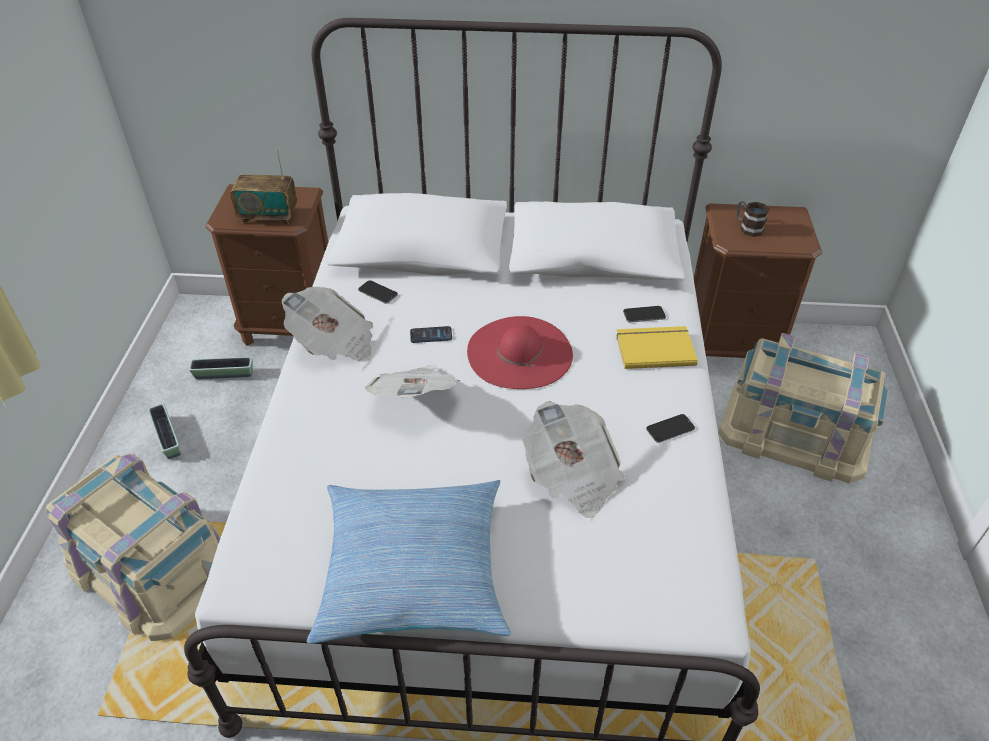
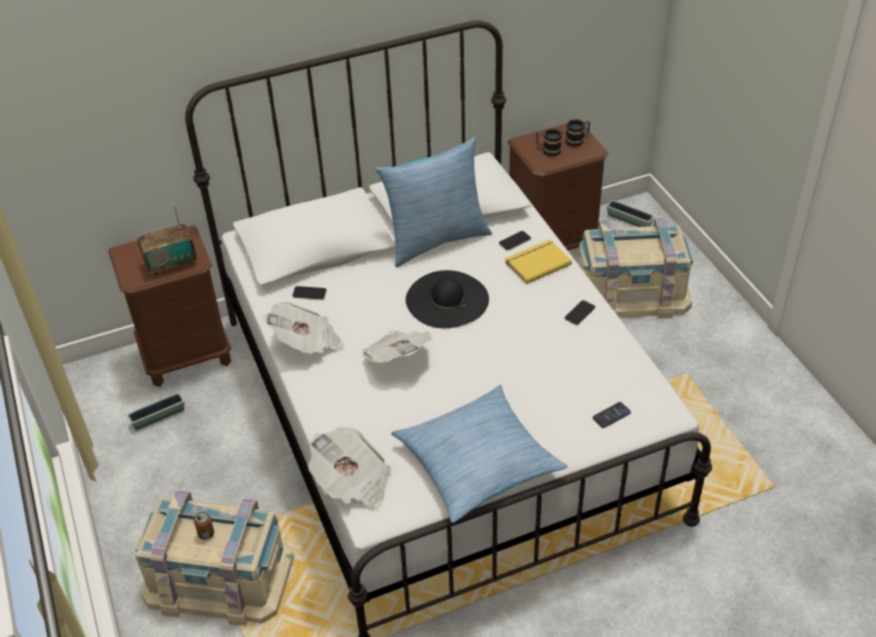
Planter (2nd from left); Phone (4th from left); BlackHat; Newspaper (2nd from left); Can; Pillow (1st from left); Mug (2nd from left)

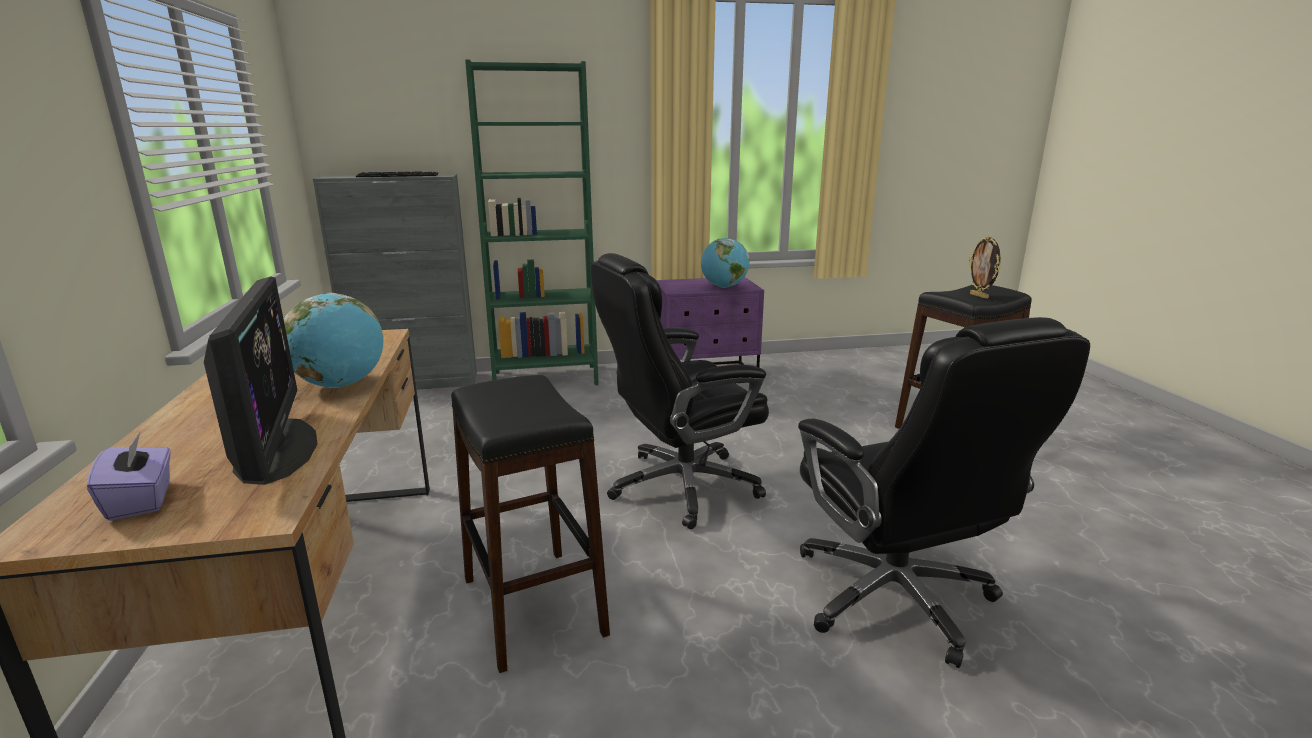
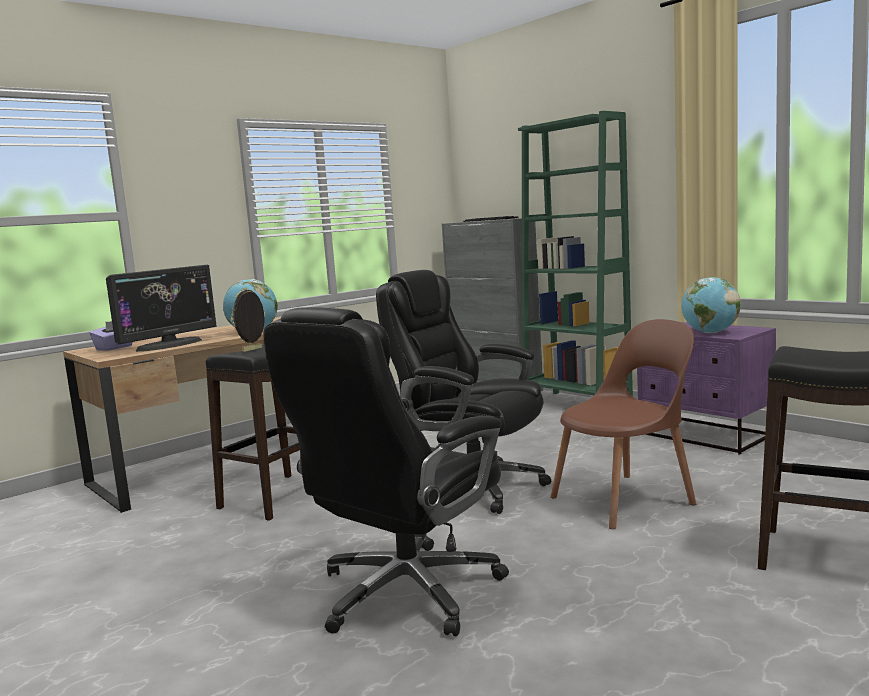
PictureFrame; BrownChair

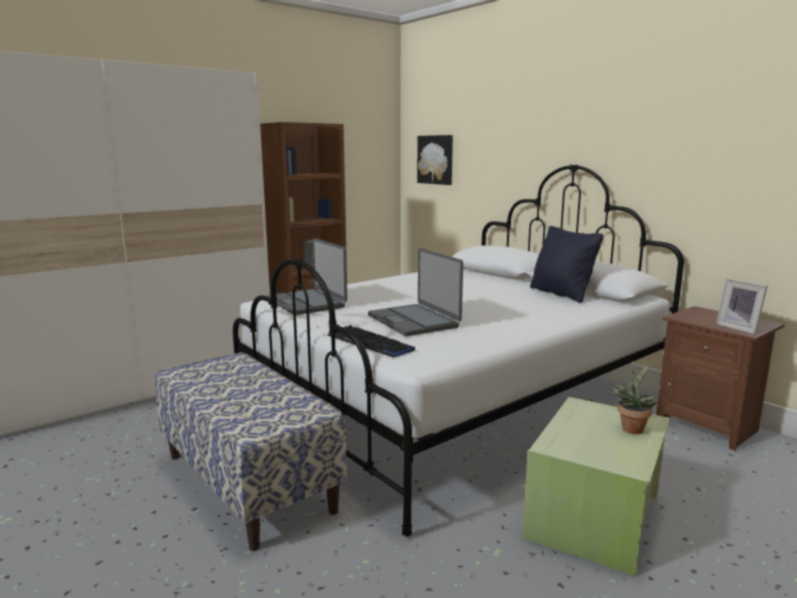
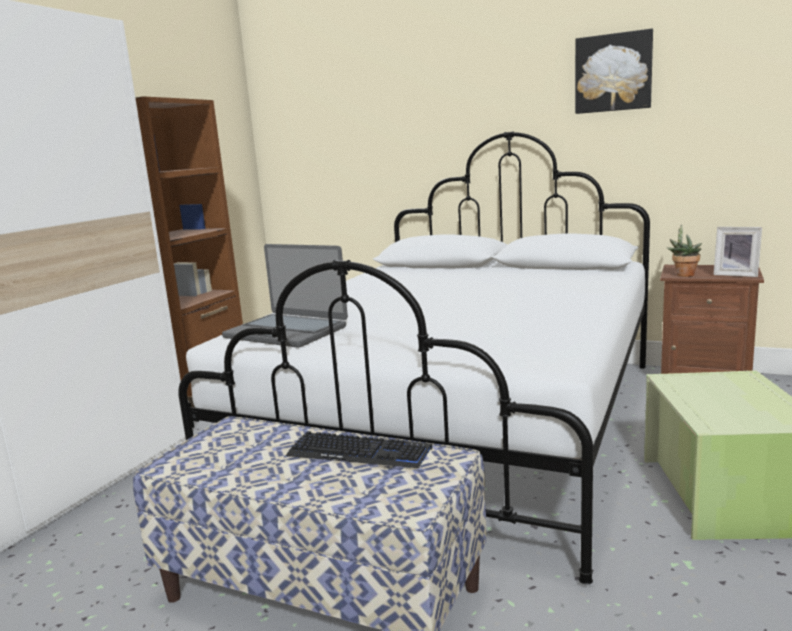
Keyboard; Laptop (2nd from left in the first image); Picture; BlackPillow; PottedPlant

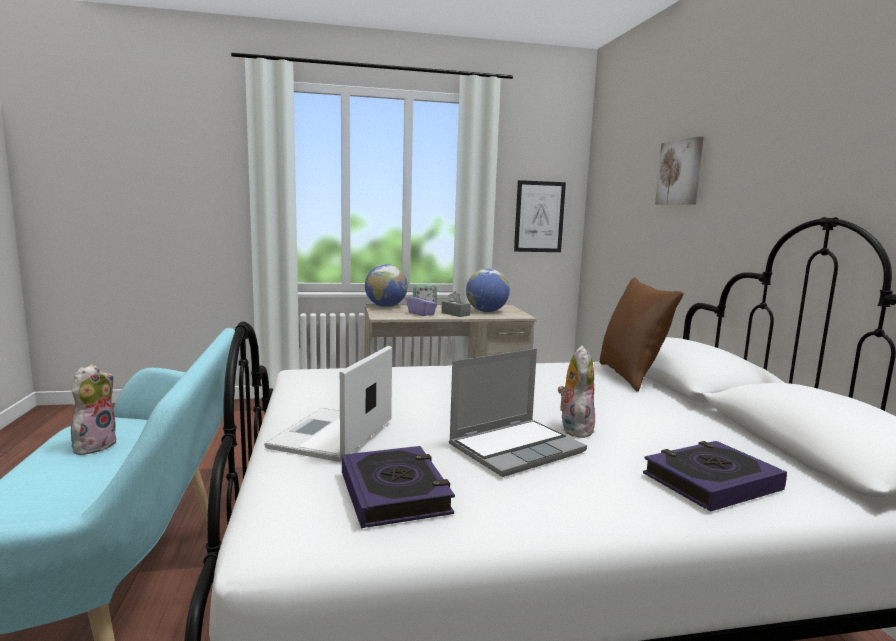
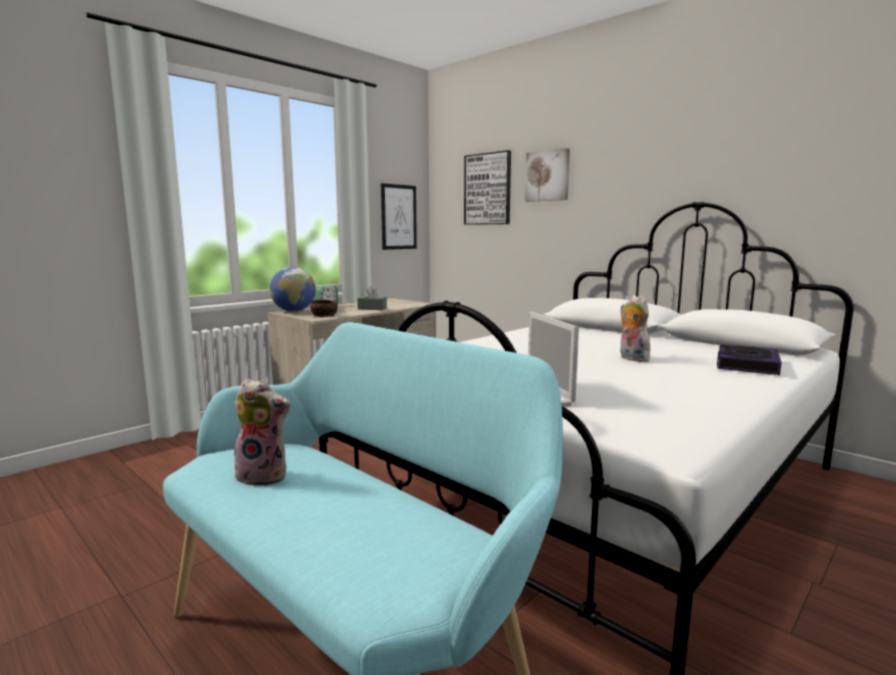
PlushToy (1st from left); Book (1st from left in the first image); PurpleTissueBox; Laptop (2nd from left in the first image); Globe (2nd from left in the first image); BrownPillow; BrownBowl; Picture (2nd from left)

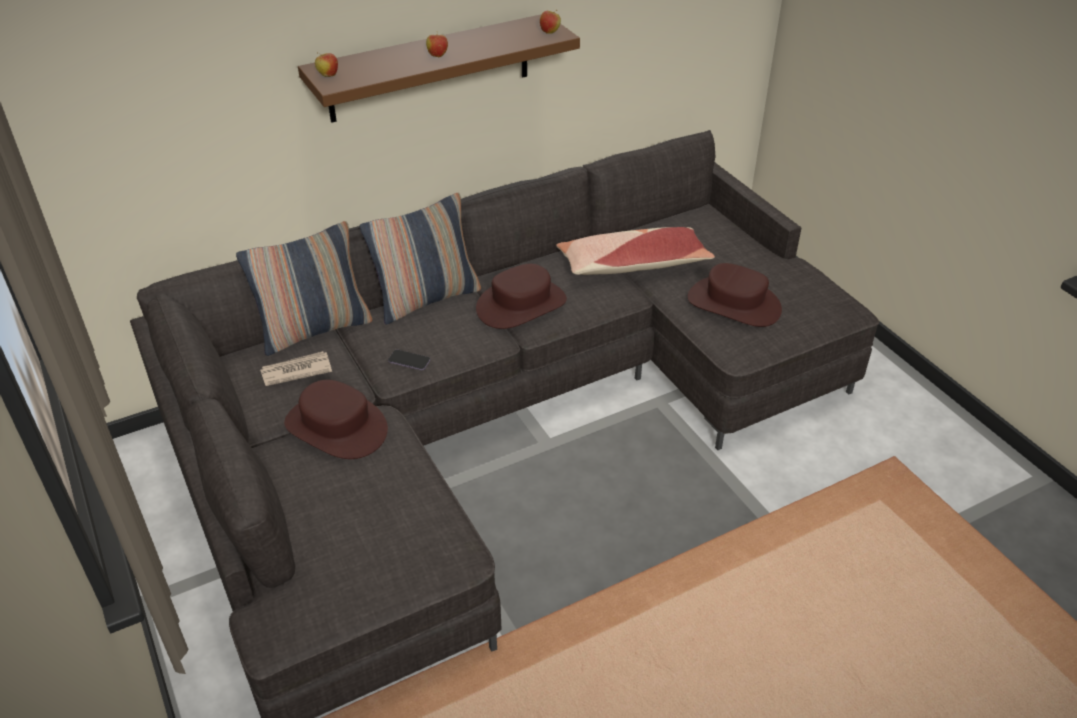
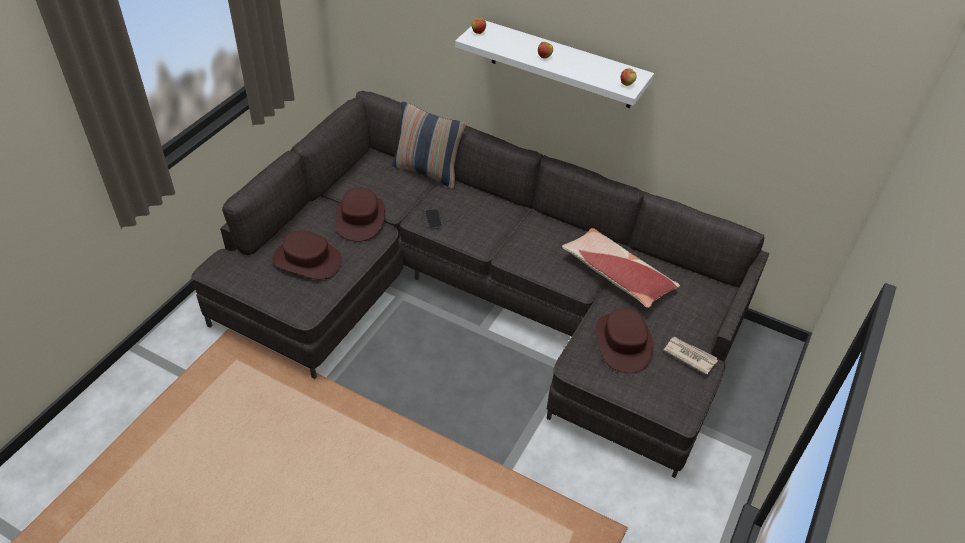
Newspaper; WhiteShelf; Pillow (2nd from left in the first image); BrownHat (1st from left)

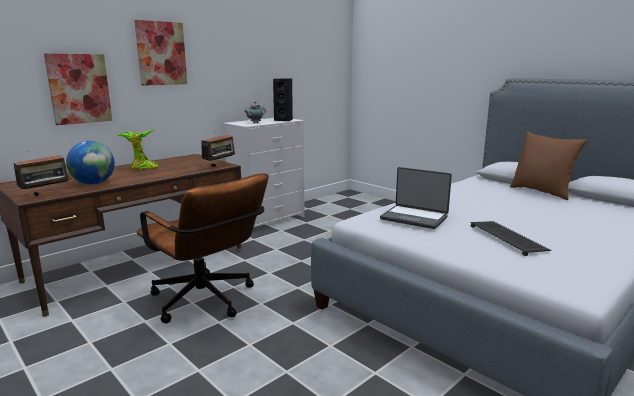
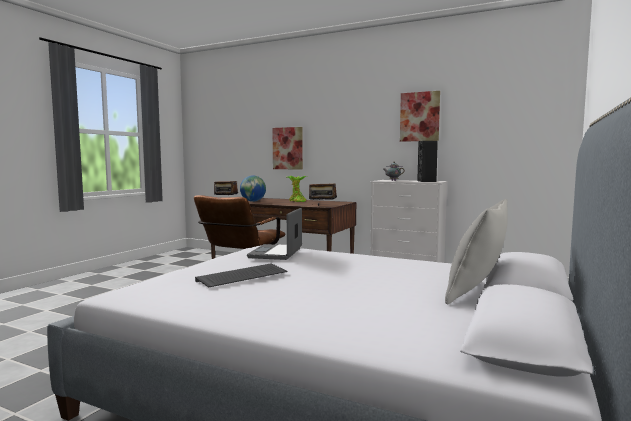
Picture (2nd from left); GreyPillow

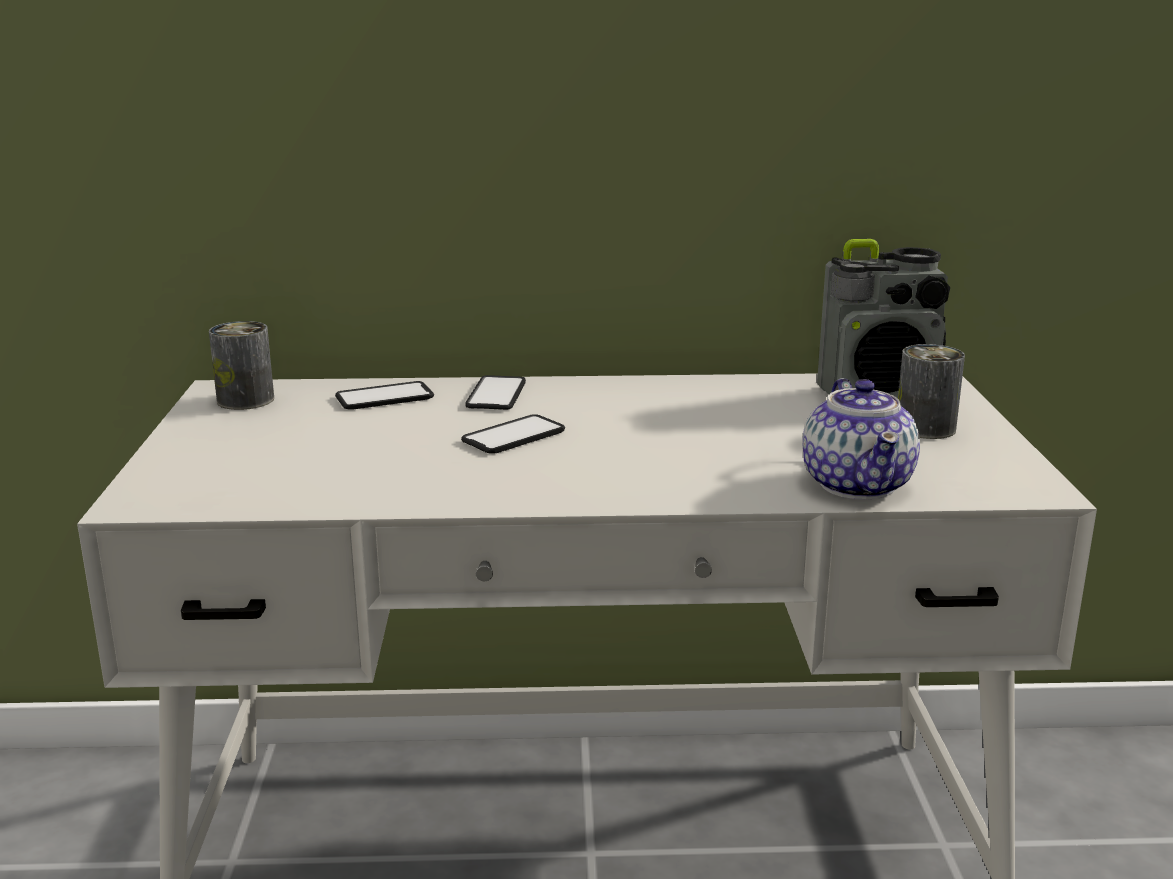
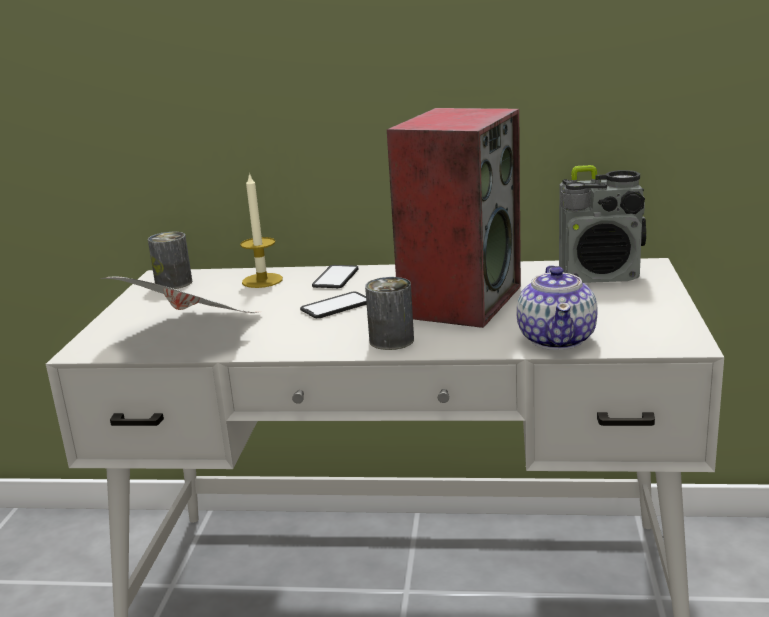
Candle; Can (2nd from left); Newspaper; Speaker

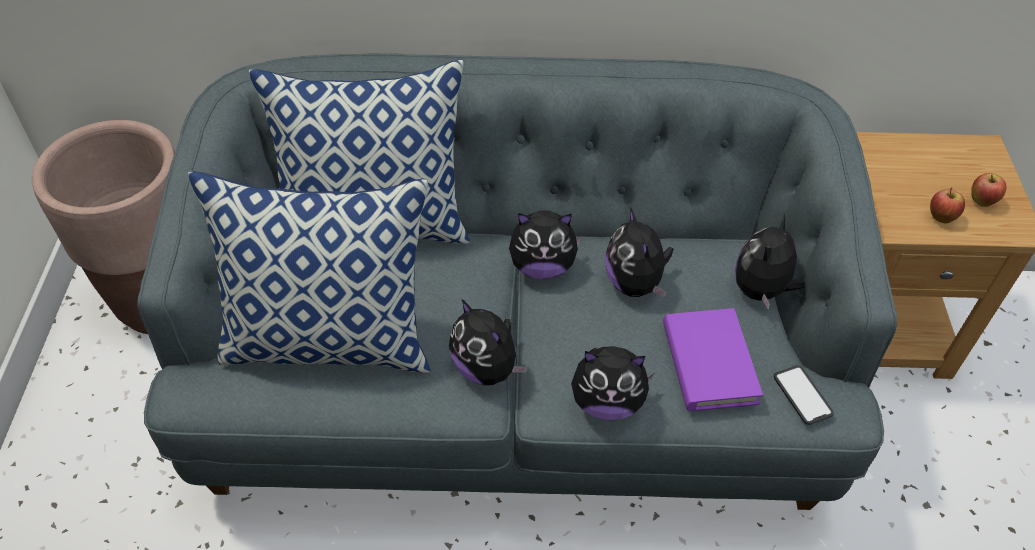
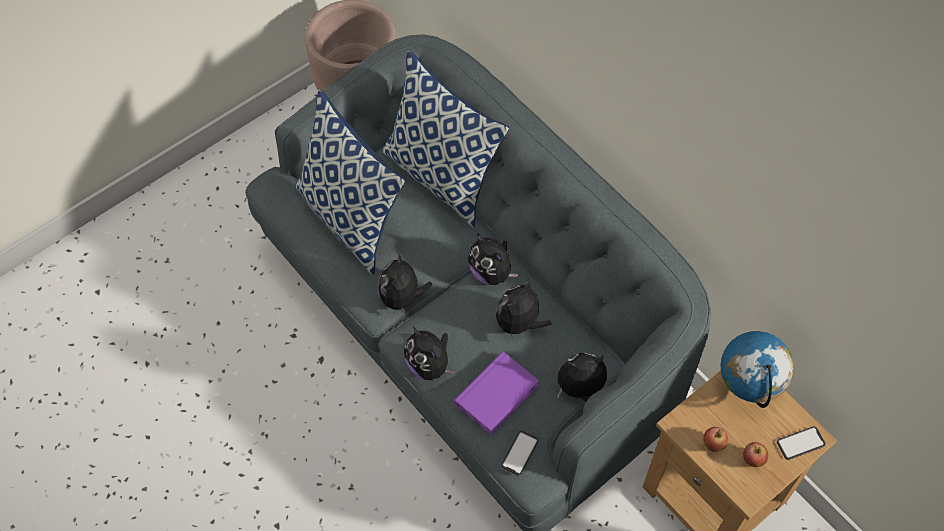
Globe; Phone (2nd from left)

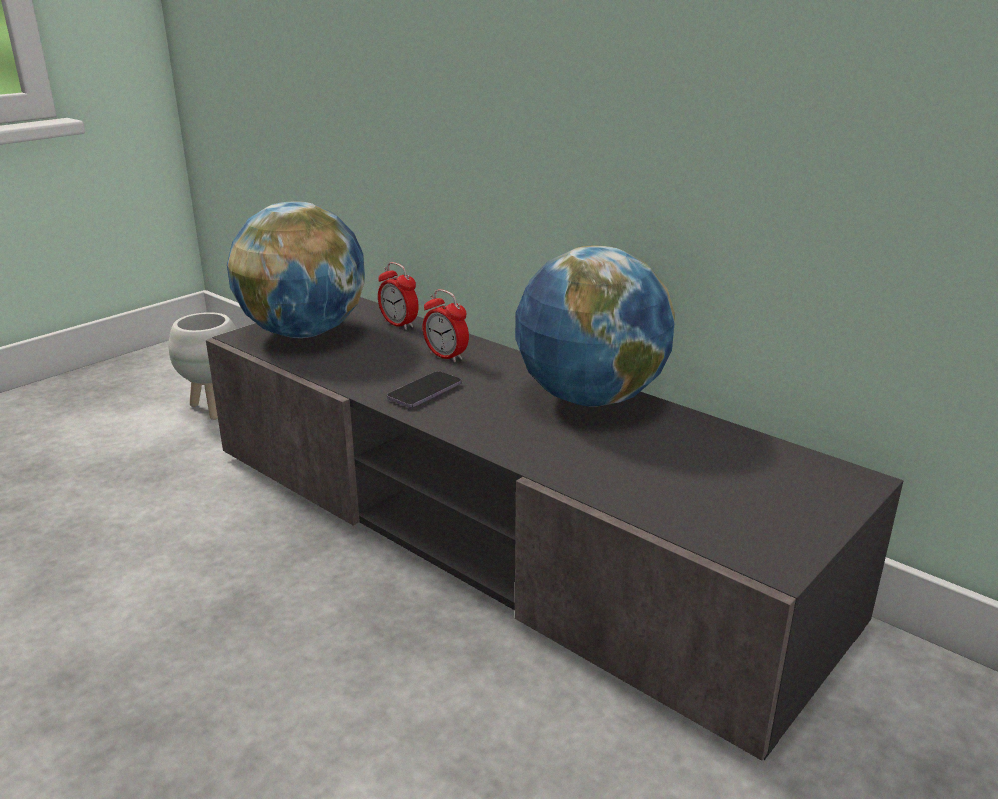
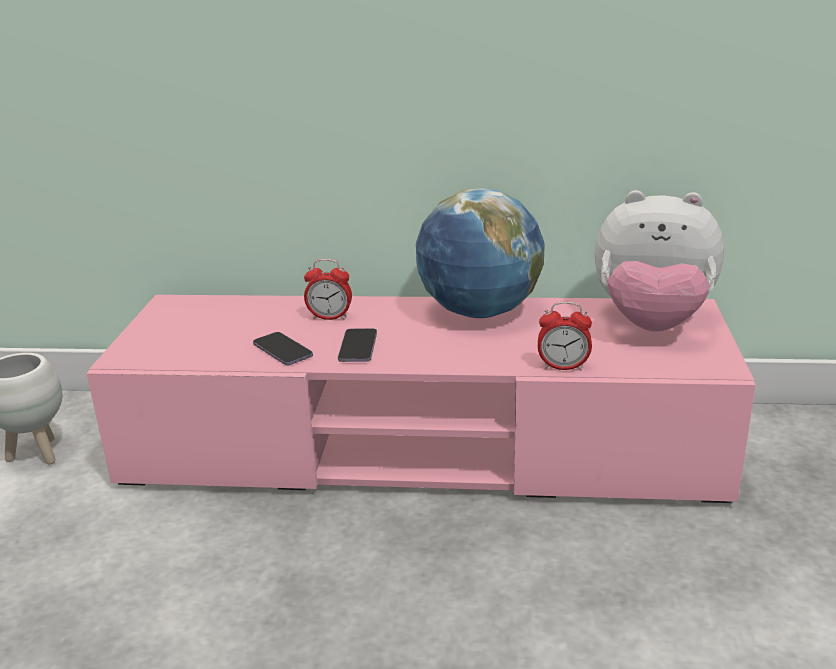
PinkTvStand; Globe (1st from left in the first image); AlarmClock (2nd from left); Phone (1st from left); PlushToy

